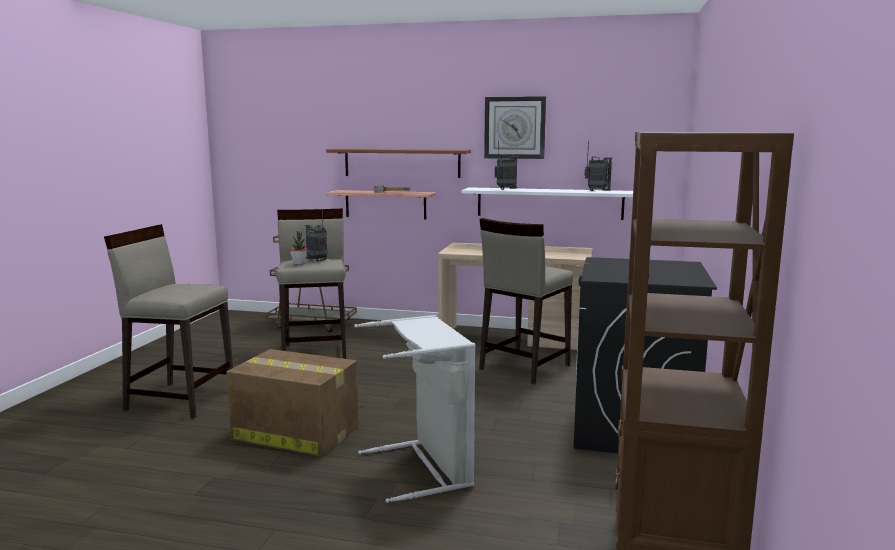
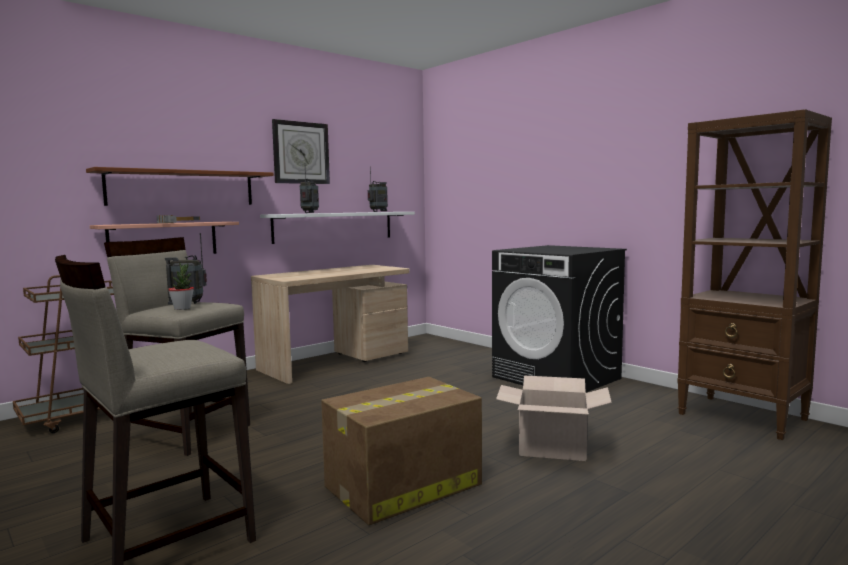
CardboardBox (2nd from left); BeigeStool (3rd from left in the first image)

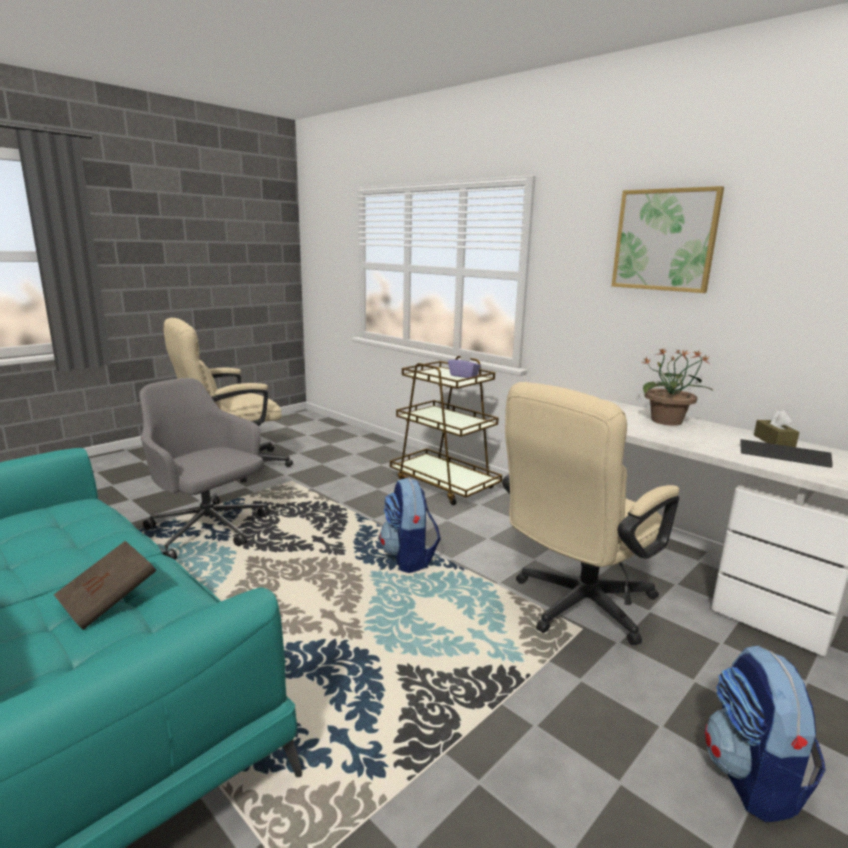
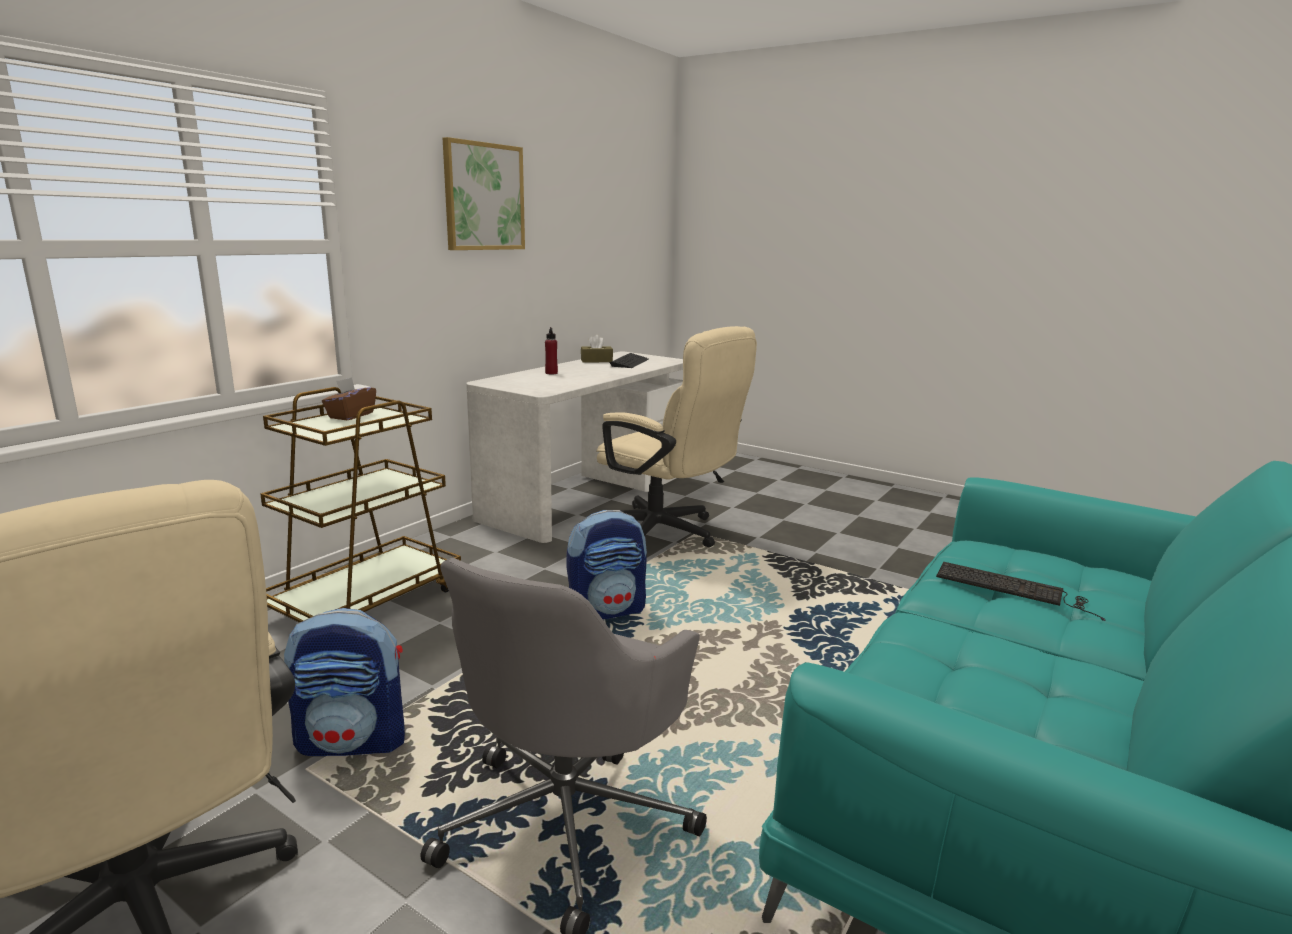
Keyboard (2nd from left); BrownTissueBox (1st from left); RedBottle; Backpack (1st from left)

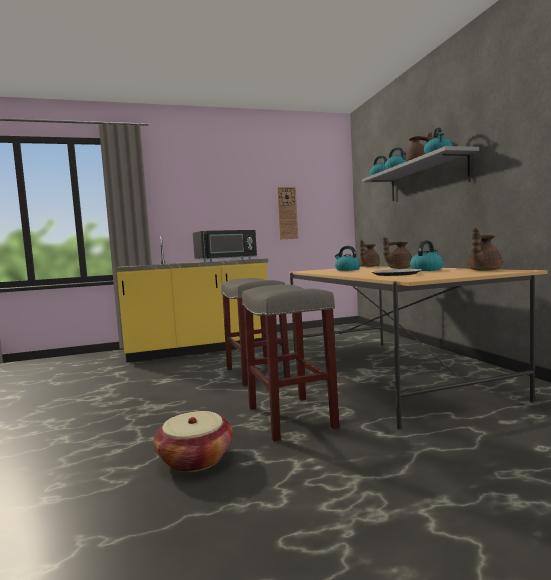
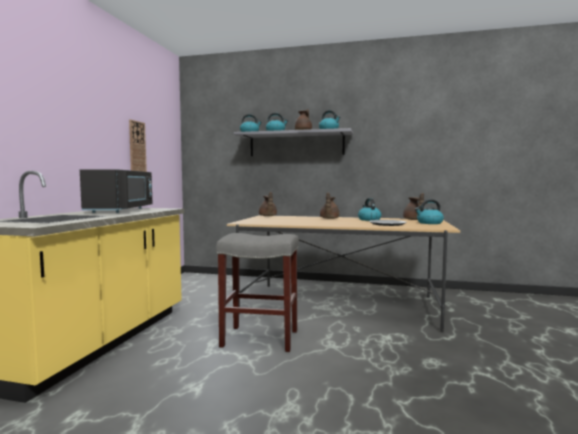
Basket; GreyStool (2nd from left in the first image); Kettle (5th from left)

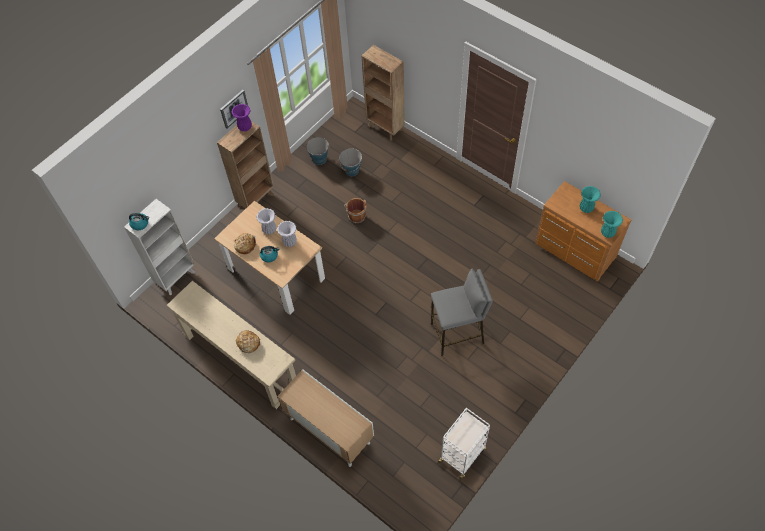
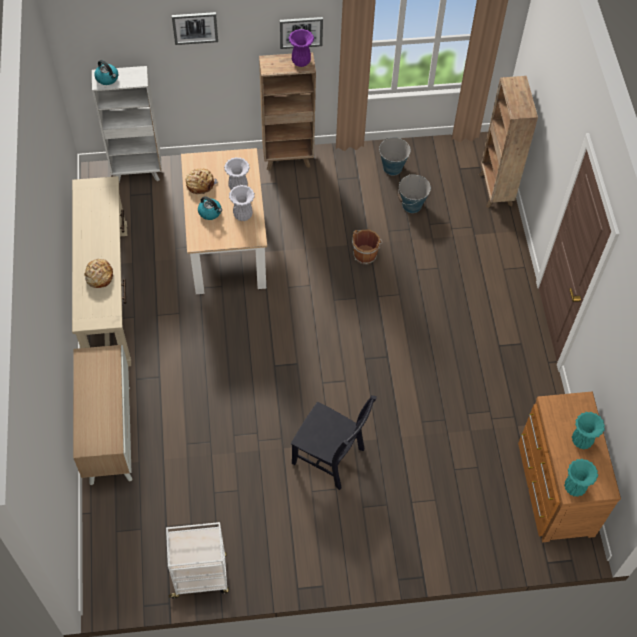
BlackChair; Picture (1st from left)

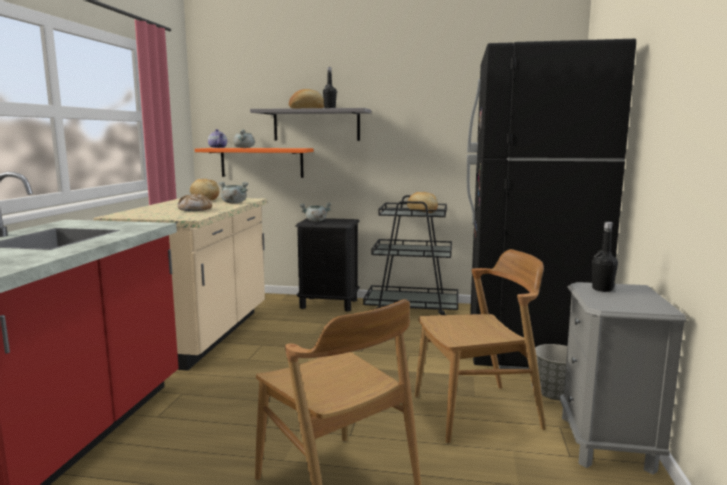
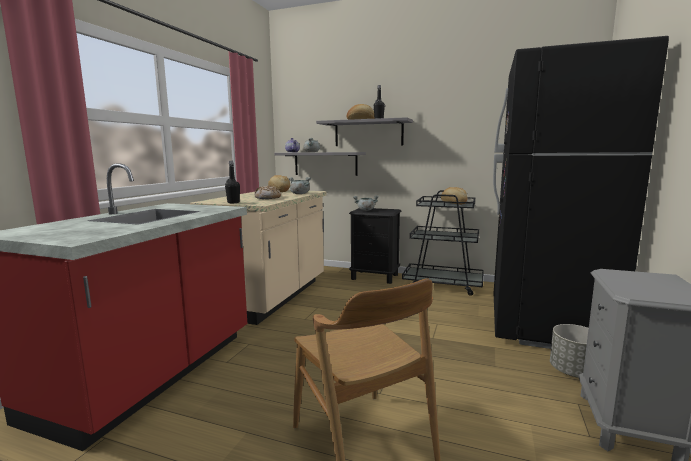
GreyShelf (1st from left); BrownChair (2nd from left in the first image); BlackBottle (1st from left)

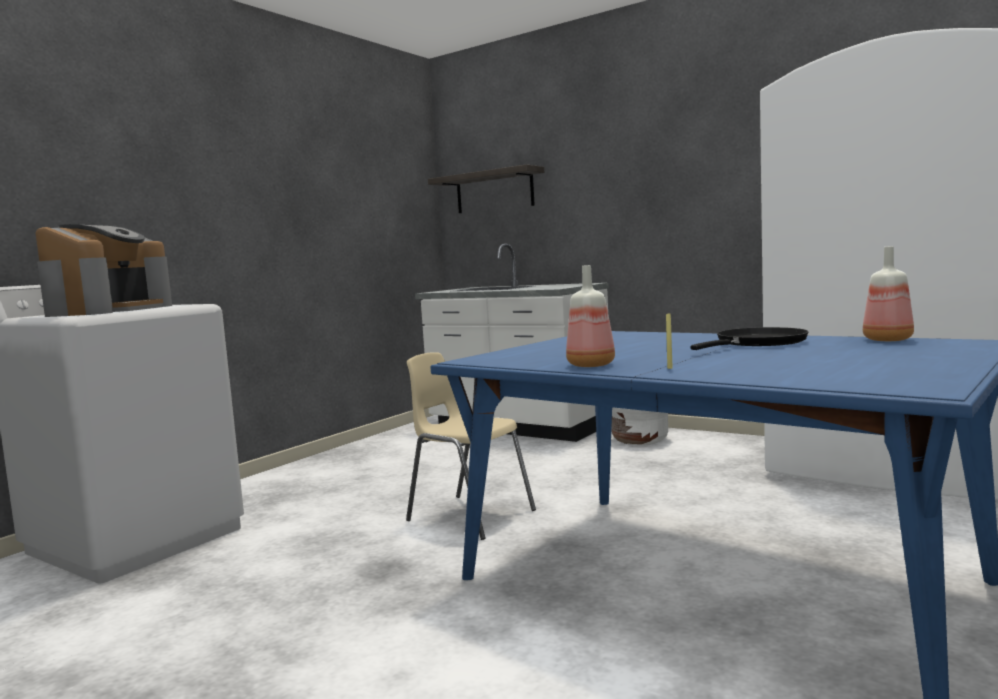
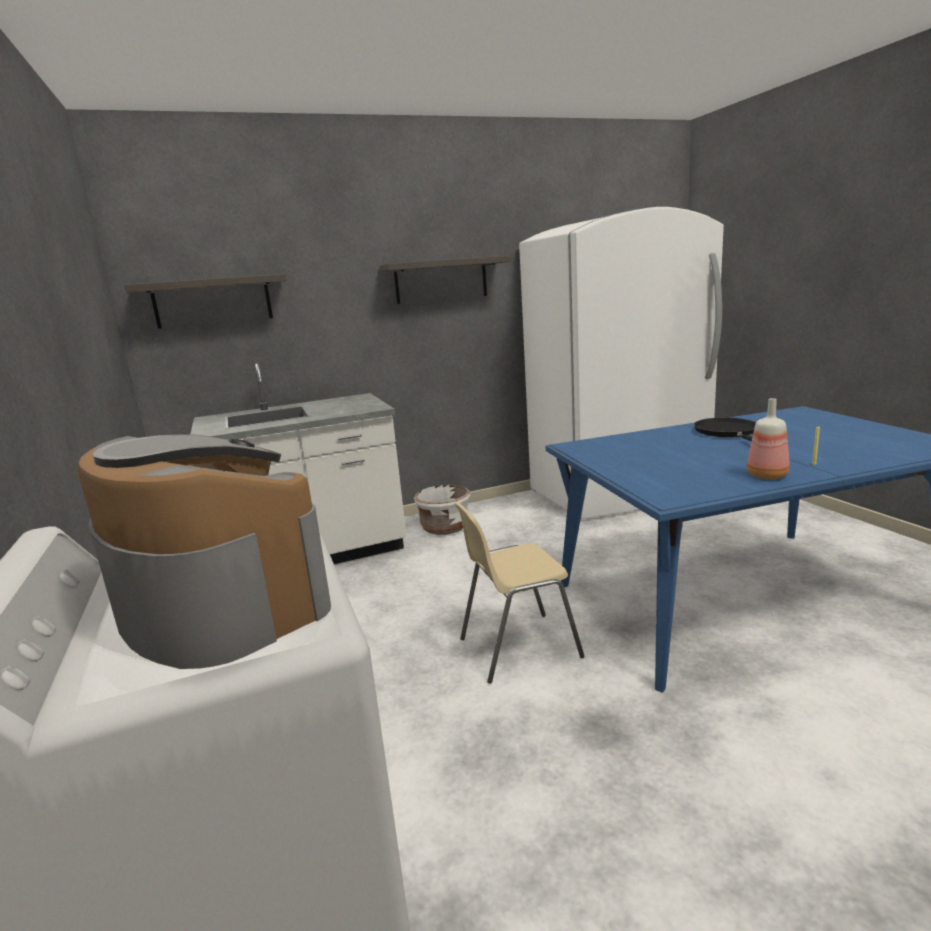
Bottle (2nd from left in the first image); Shelf (2nd from left)

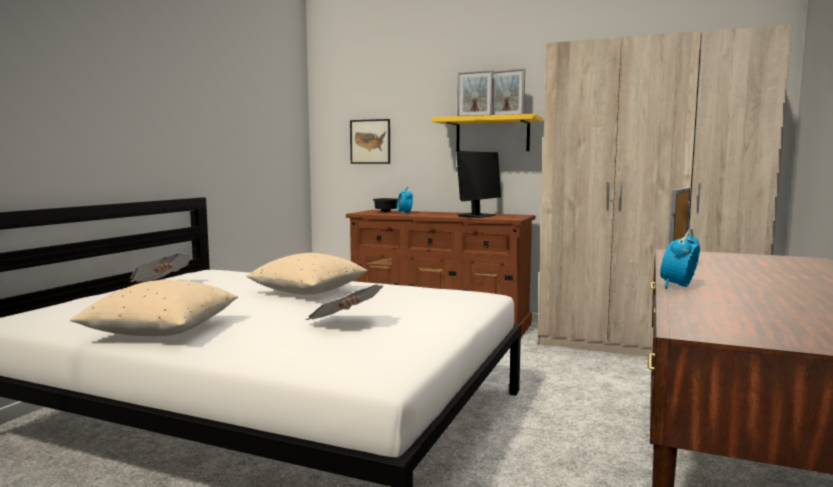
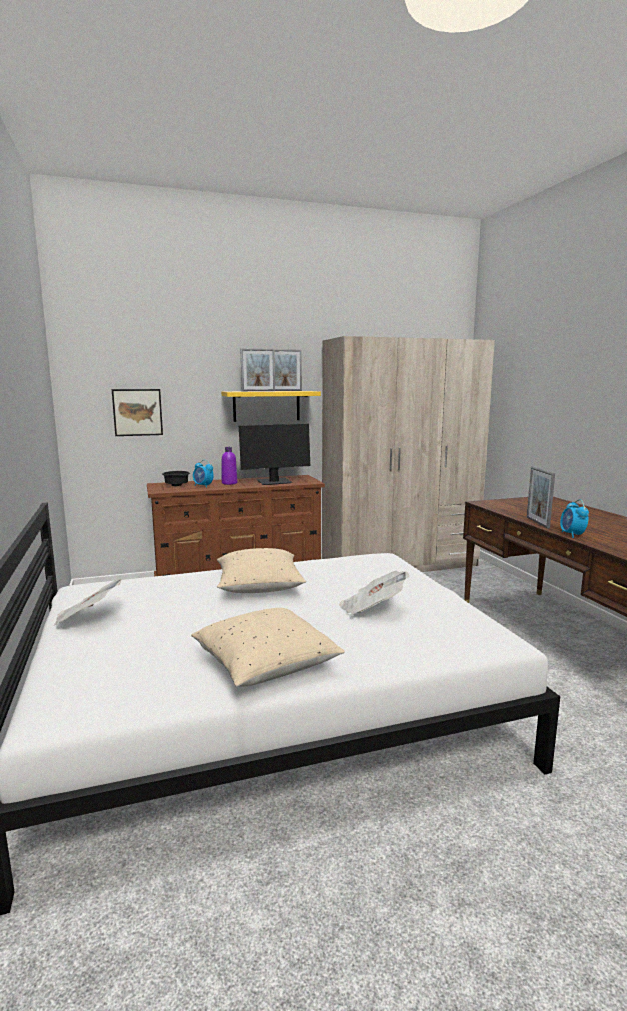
Monitor; PurpleBottle

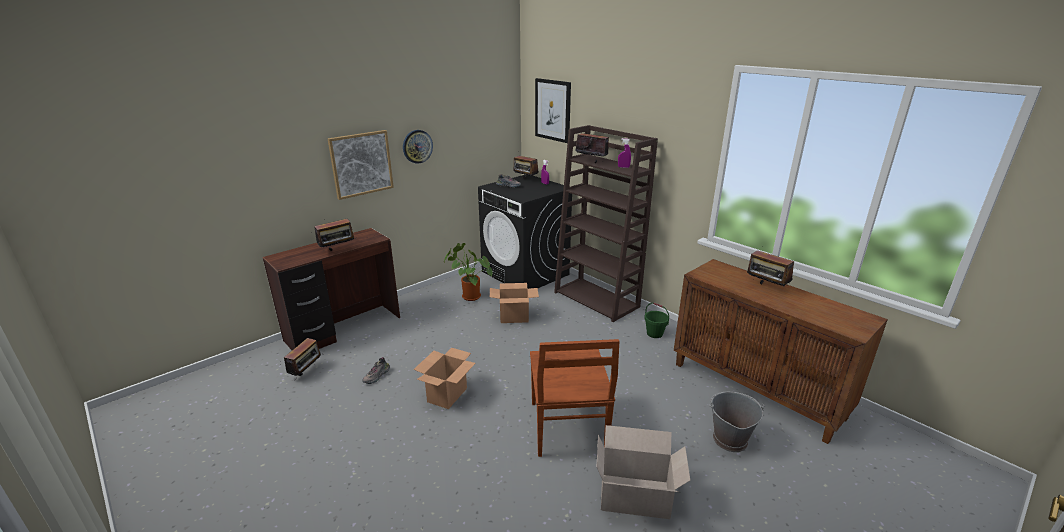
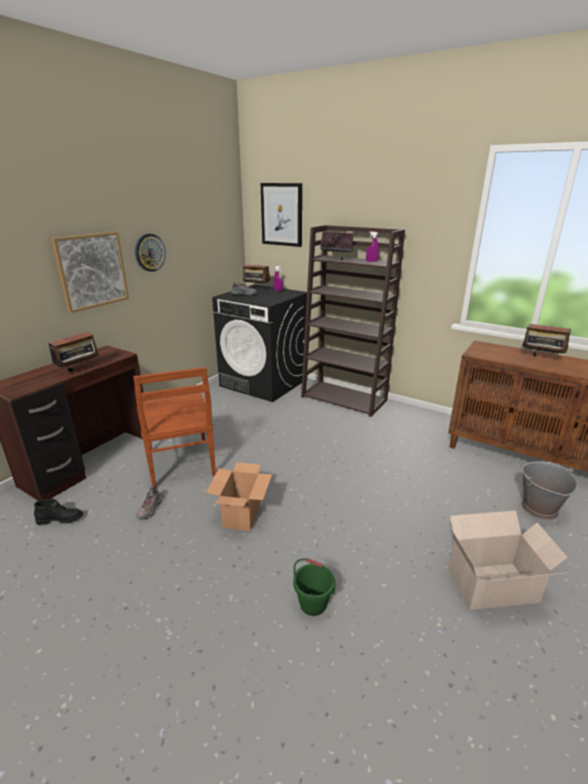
BlackBoot; PottedPlant; CardboardBox (2nd from left in the first image); BrownChair; GreenBucket

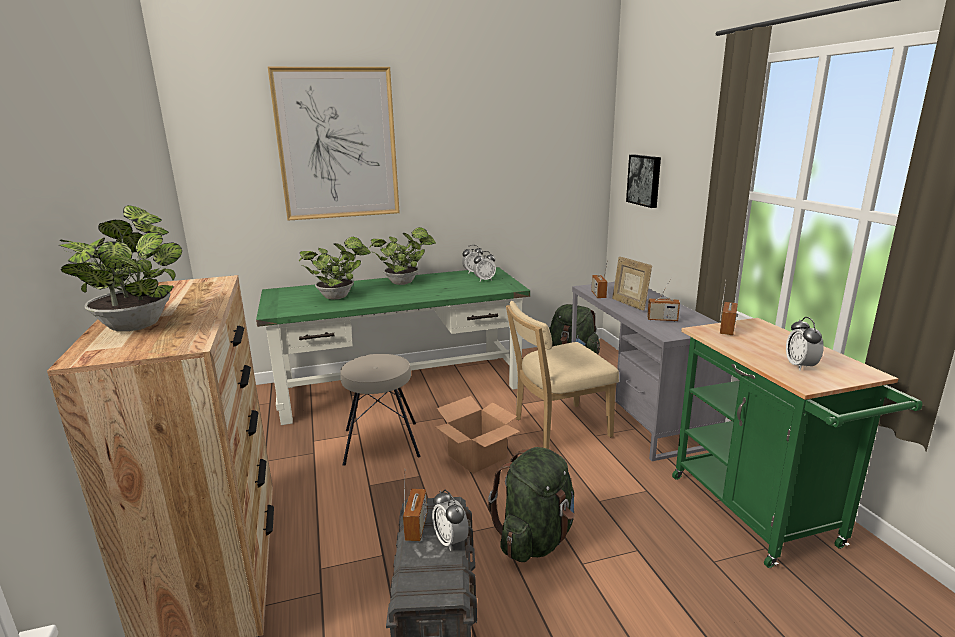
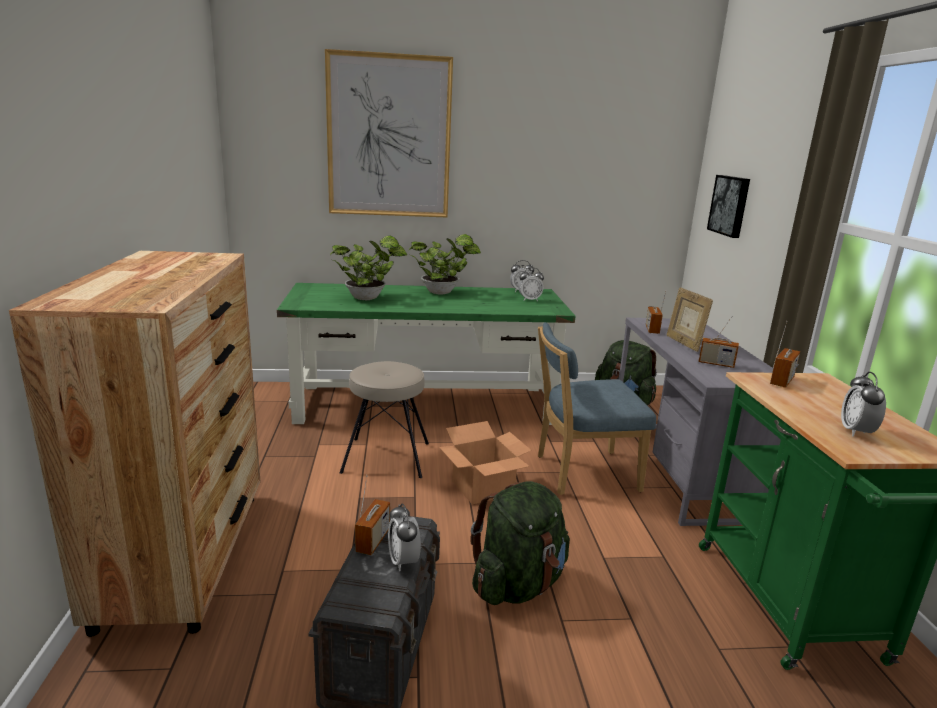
PottedPlant (1st from left in the first image); BlueChair

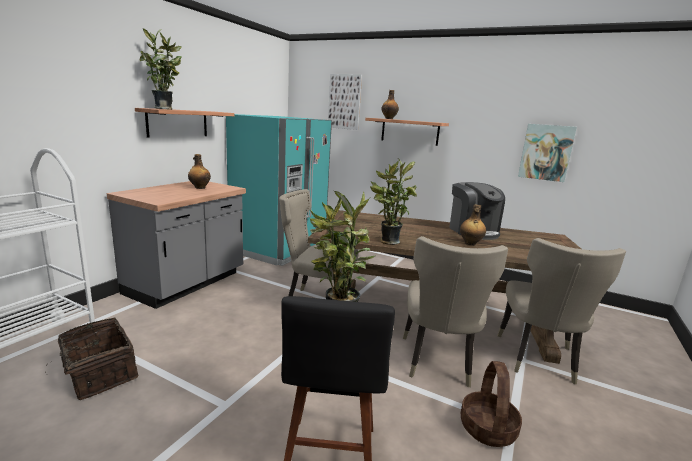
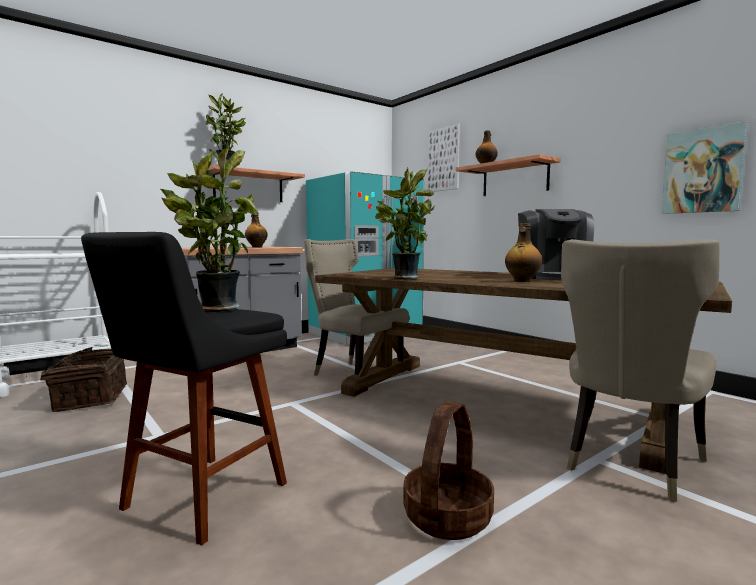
BeigeChair (2nd from left in the first image)

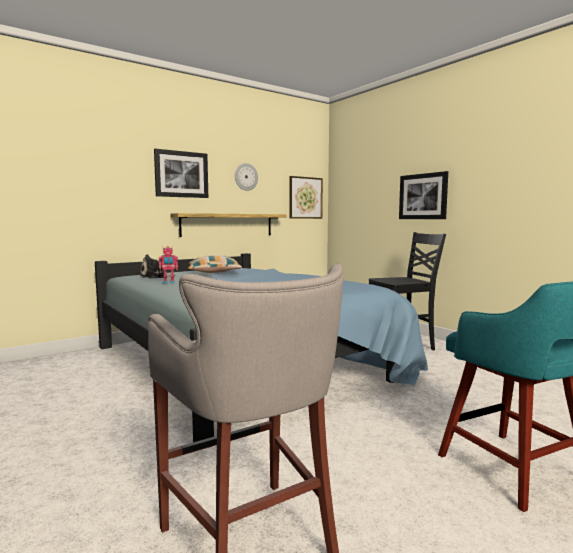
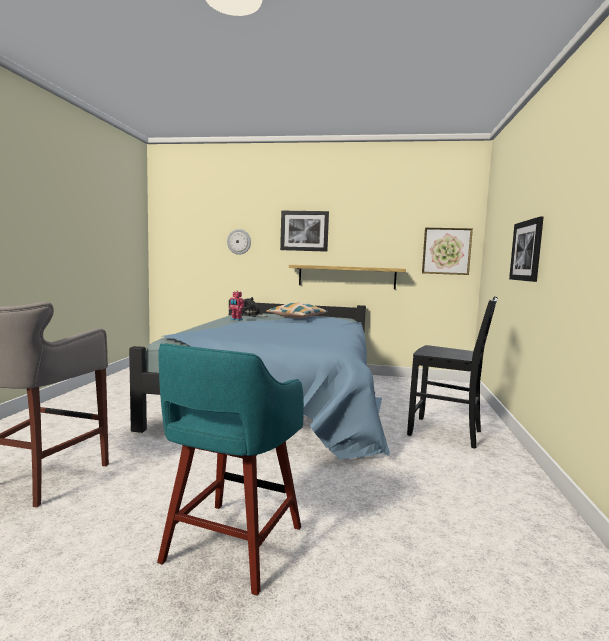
WallClock

